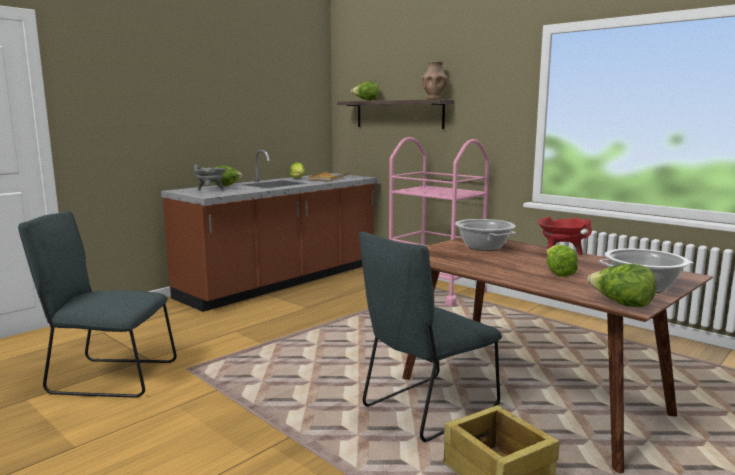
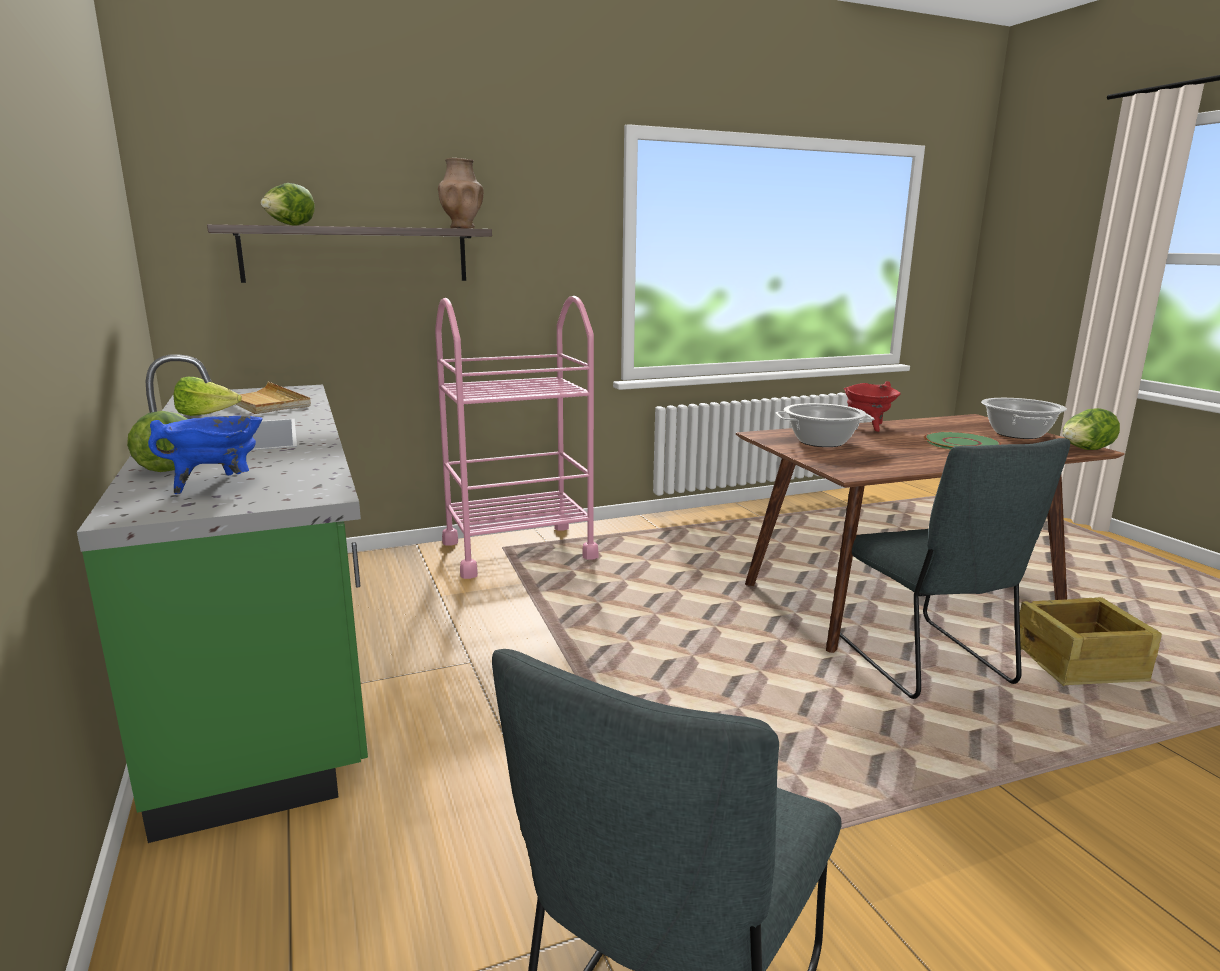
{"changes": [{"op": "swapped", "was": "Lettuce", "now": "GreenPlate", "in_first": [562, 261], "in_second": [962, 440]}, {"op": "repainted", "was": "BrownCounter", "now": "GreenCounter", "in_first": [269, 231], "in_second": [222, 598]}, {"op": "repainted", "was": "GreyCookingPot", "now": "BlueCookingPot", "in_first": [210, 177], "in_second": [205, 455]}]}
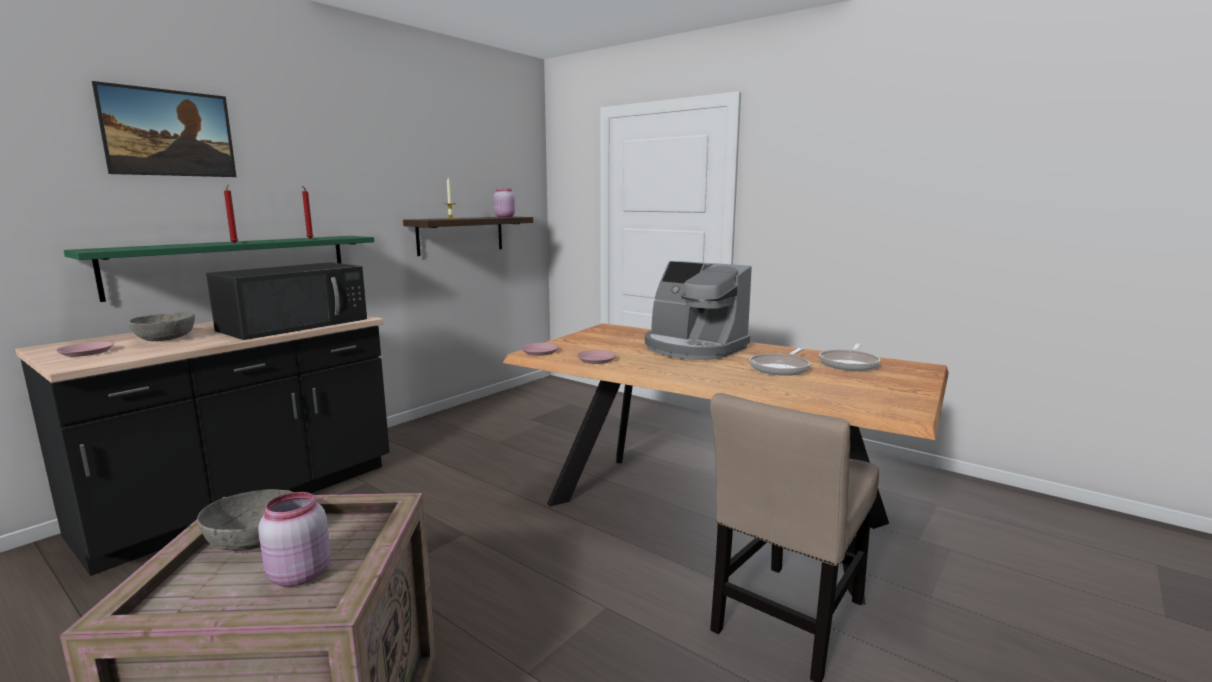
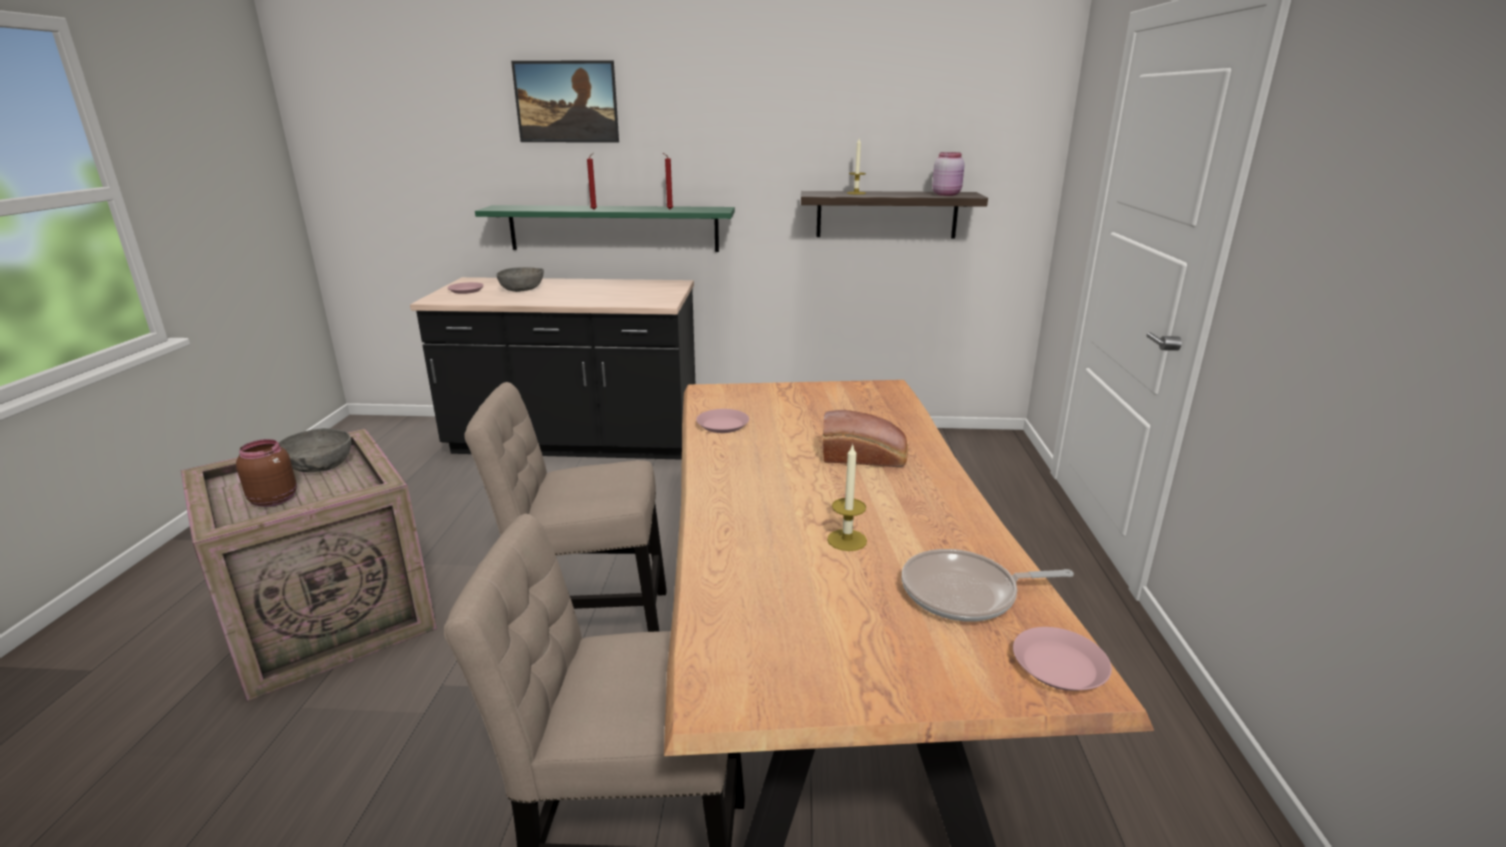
{"changes": [{"op": "gone", "was": "BlackMicrowave", "in_first": [286, 301]}, {"op": "new", "now": "BeigeChair", "in_second": [565, 507]}, {"op": "shifted", "was": "PinkPlate", "in_first": [540, 349], "in_second": [1062, 659]}, {"op": "swapped", "was": "CoffeeMachine", "now": "Bread", "in_first": [698, 310], "in_second": [865, 438]}, {"op": "swapped", "was": "FryingPan", "now": "Candle", "in_first": [779, 362], "in_second": [847, 497]}, {"op": "repainted", "was": "PinkJar", "now": "BrownJar", "in_first": [294, 539], "in_second": [266, 473]}]}
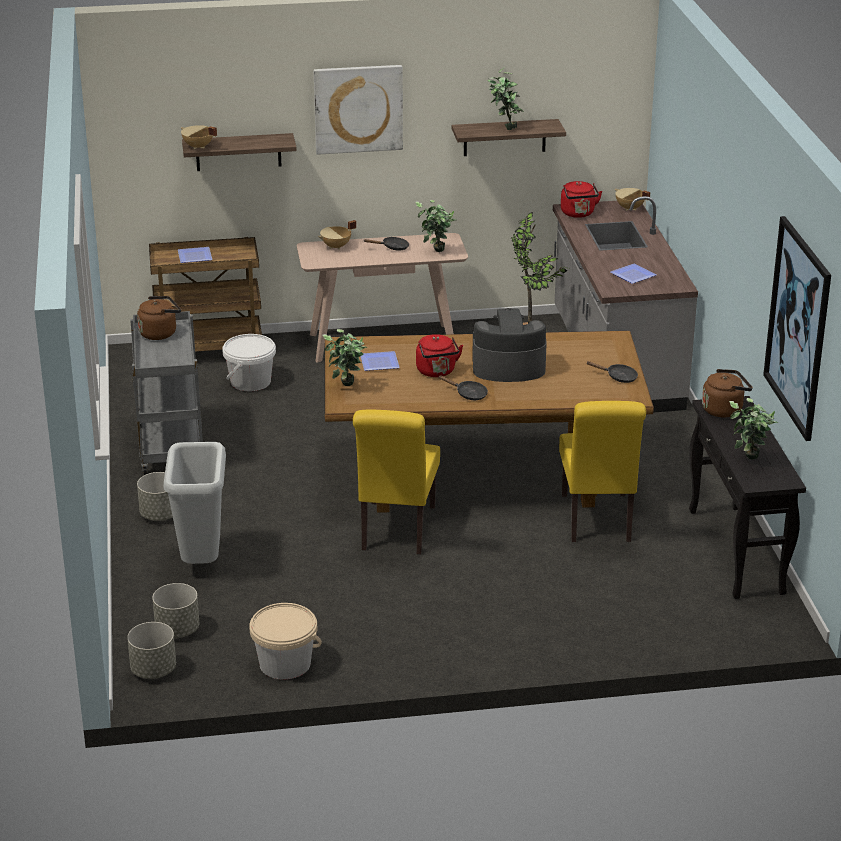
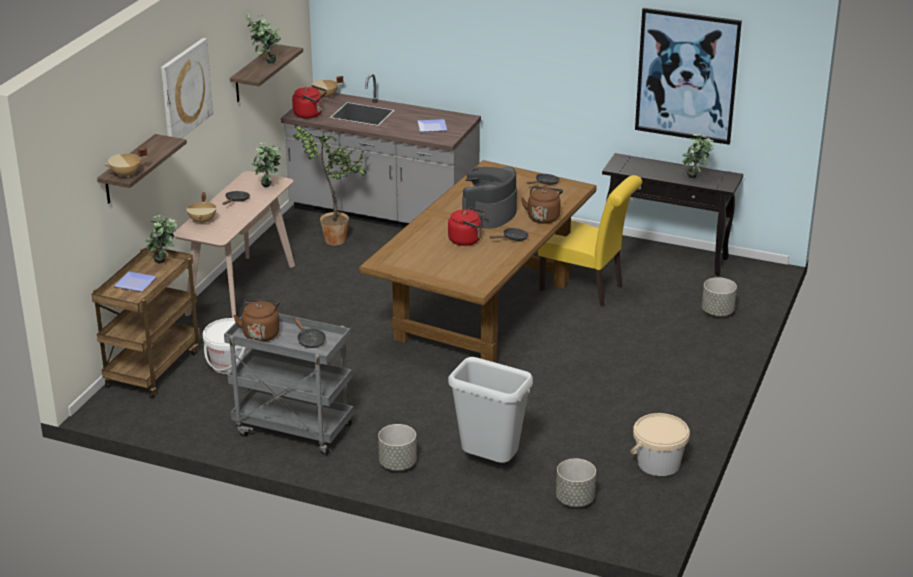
{"changes": [{"op": "gone", "was": "YellowChair", "in_first": [396, 482]}, {"op": "gone", "was": "Plate", "in_first": [380, 361]}, {"op": "new", "now": "BlackFryingPan", "in_second": [309, 332]}, {"op": "shifted", "was": "GreyPlanter", "in_first": [151, 650], "in_second": [719, 296]}, {"op": "shifted", "was": "PottedPlant", "in_first": [345, 357], "in_second": [161, 239]}, {"op": "shifted", "was": "BrownKettle", "in_first": [727, 393], "in_second": [542, 205]}]}
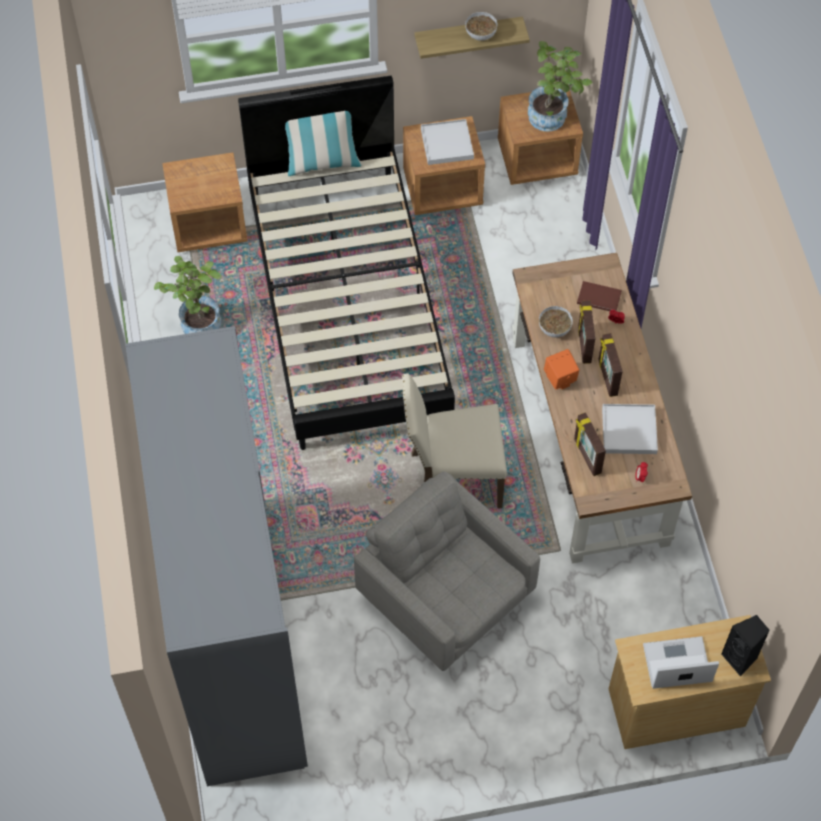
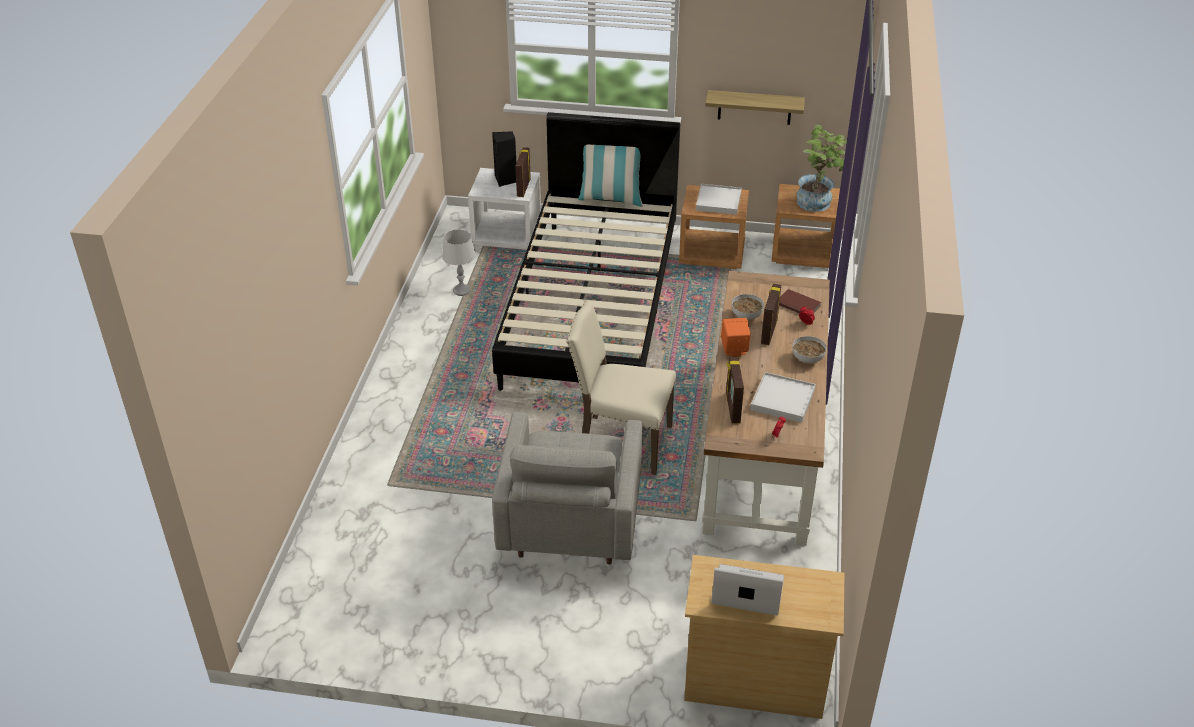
{"changes": [{"op": "gone", "was": "GreyWardrobe", "in_first": [216, 556]}, {"op": "shifted", "was": "Bowl", "in_first": [481, 26], "in_second": [809, 349]}, {"op": "shifted", "was": "PictureFrame", "in_first": [610, 365], "in_second": [523, 172]}, {"op": "shifted", "was": "BlackSpeaker", "in_first": [745, 646], "in_second": [504, 159]}, {"op": "swapped", "was": "PottedPlant", "now": "GreyTableLamp", "in_first": [188, 295], "in_second": [459, 262]}, {"op": "repainted", "was": "BrownNightstand", "now": "WhiteNightstand", "in_first": [205, 202], "in_second": [504, 209]}, {"op": "rotated", "was": "GreyArmchair", "in_first": [447, 571], "in_second": [567, 488], "clockwise": -150}]}
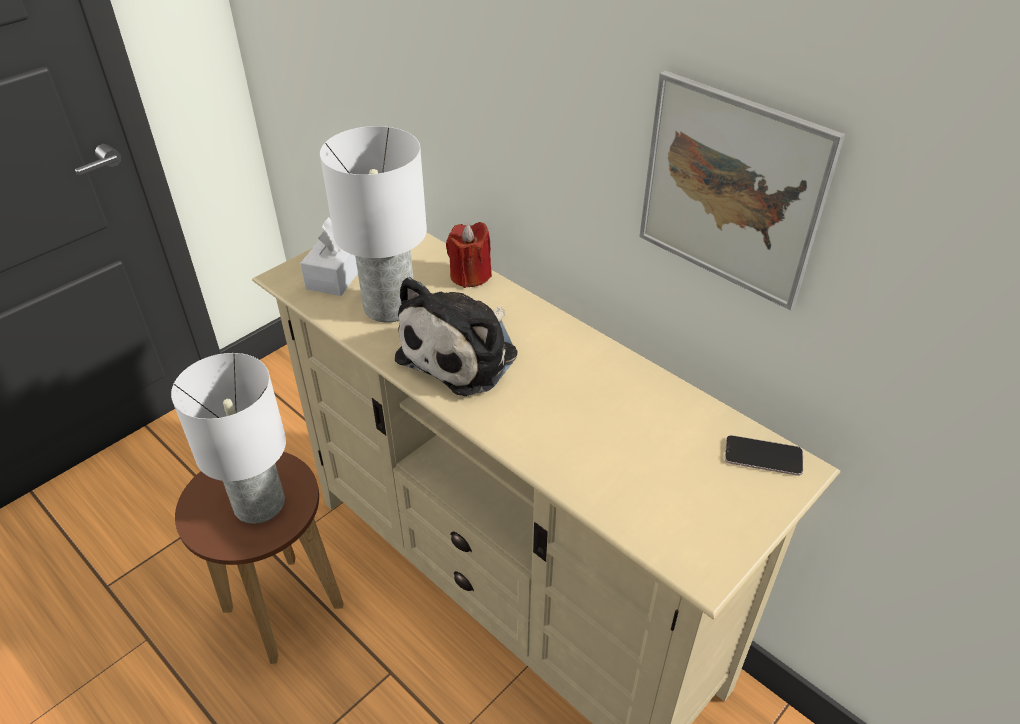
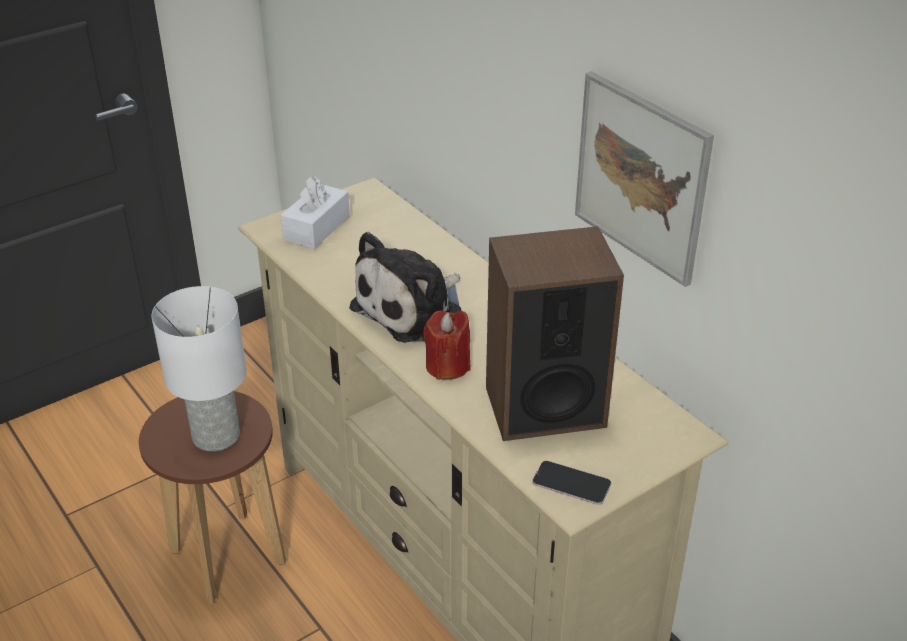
{"changes": [{"op": "gone", "was": "WhiteTableLamp", "in_first": [373, 224]}, {"op": "new", "now": "Speaker", "in_second": [555, 333]}, {"op": "shifted", "was": "RedCandle", "in_first": [469, 255], "in_second": [447, 345]}, {"op": "shifted", "was": "Phone", "in_first": [763, 455], "in_second": [571, 483]}]}
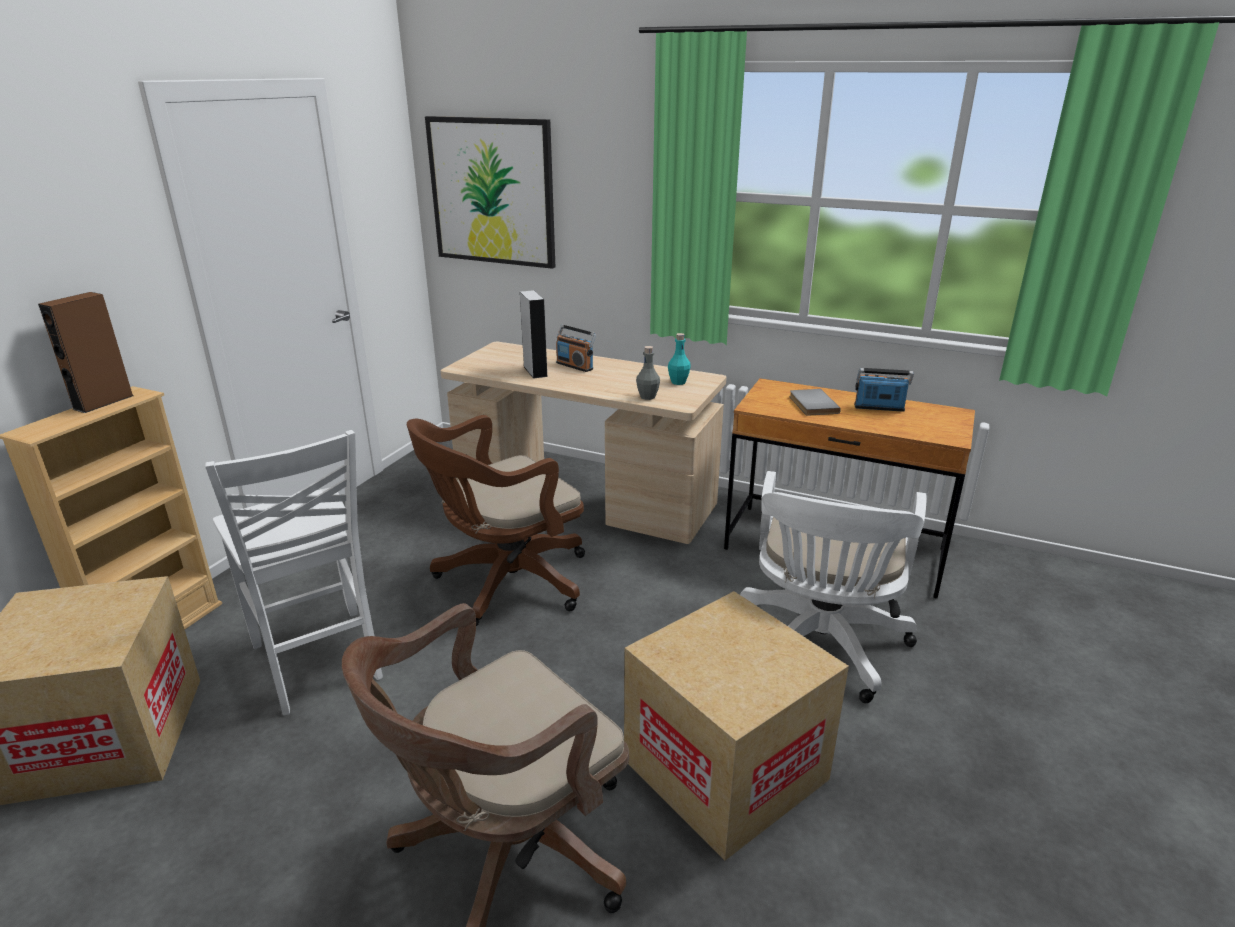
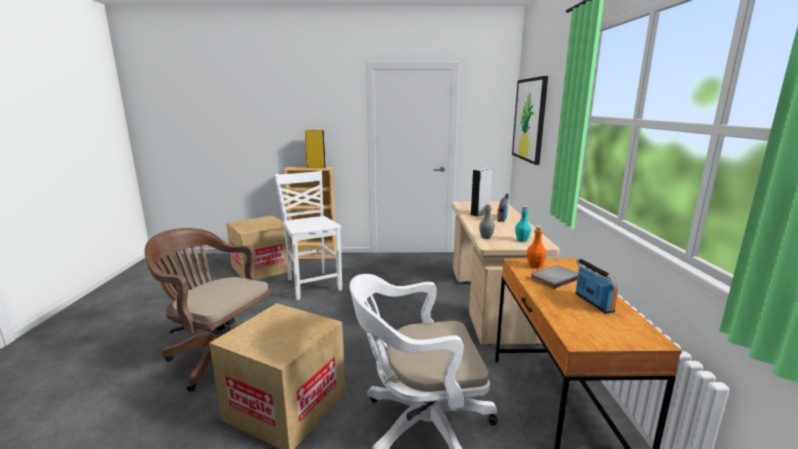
{"changes": [{"op": "gone", "was": "BrownOfficeChair", "in_first": [496, 520]}, {"op": "new", "now": "OrangeBottle", "in_second": [536, 247]}, {"op": "repainted", "was": "BrownSpeaker", "now": "YellowSpeaker", "in_first": [85, 352], "in_second": [315, 149]}, {"op": "rotated", "was": "WhiteChair", "in_first": [294, 572], "in_second": [308, 235], "clockwise": 120}]}
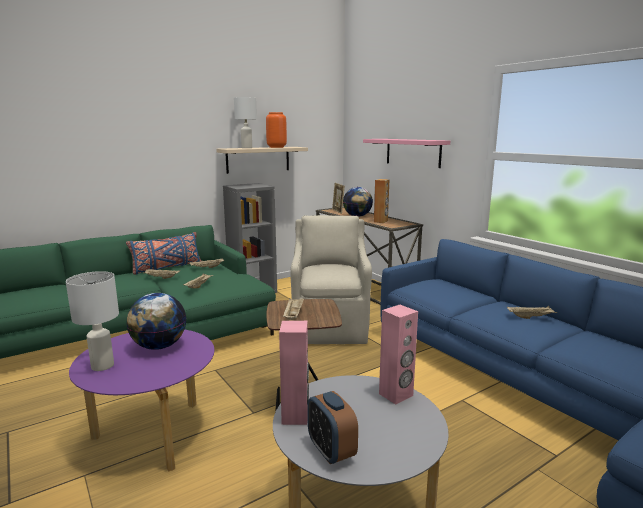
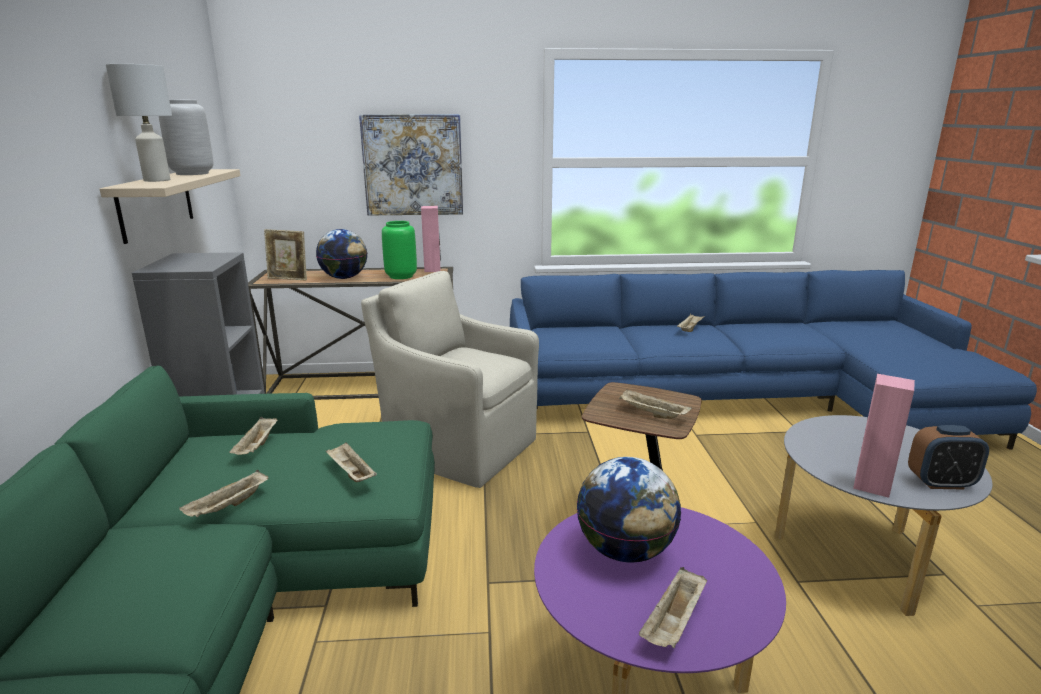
{"changes": [{"op": "gone", "was": "BluePillow", "in_first": [164, 253]}, {"op": "shifted", "was": "PinkSpeaker", "in_first": [398, 354], "in_second": [431, 239]}, {"op": "swapped", "was": "WhiteTableLamp", "now": "BeigeTray", "in_first": [92, 321], "in_second": [673, 607]}, {"op": "swapped", "was": "PinkShelf", "now": "Picture", "in_first": [406, 153], "in_second": [411, 164]}, {"op": "swapped", "was": "BrownSpeaker", "now": "GreenVase", "in_first": [382, 201], "in_second": [399, 250]}, {"op": "repainted", "was": "OrangeVase", "now": "GreyVase", "in_first": [276, 130], "in_second": [186, 137]}]}
